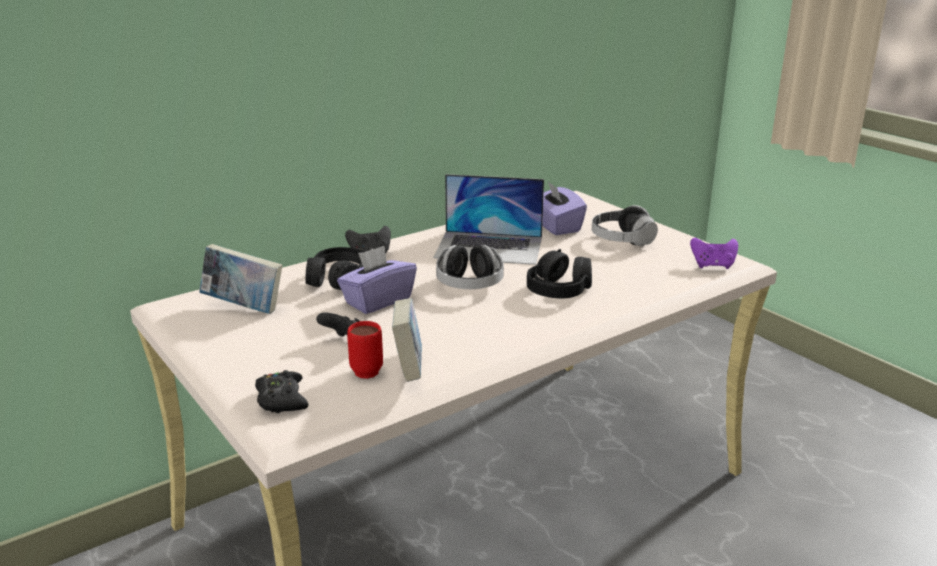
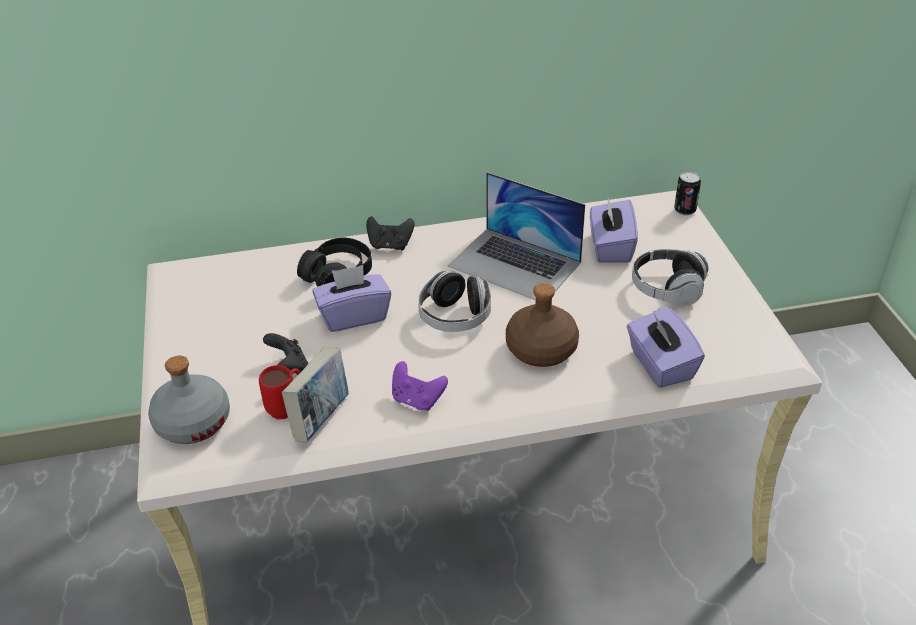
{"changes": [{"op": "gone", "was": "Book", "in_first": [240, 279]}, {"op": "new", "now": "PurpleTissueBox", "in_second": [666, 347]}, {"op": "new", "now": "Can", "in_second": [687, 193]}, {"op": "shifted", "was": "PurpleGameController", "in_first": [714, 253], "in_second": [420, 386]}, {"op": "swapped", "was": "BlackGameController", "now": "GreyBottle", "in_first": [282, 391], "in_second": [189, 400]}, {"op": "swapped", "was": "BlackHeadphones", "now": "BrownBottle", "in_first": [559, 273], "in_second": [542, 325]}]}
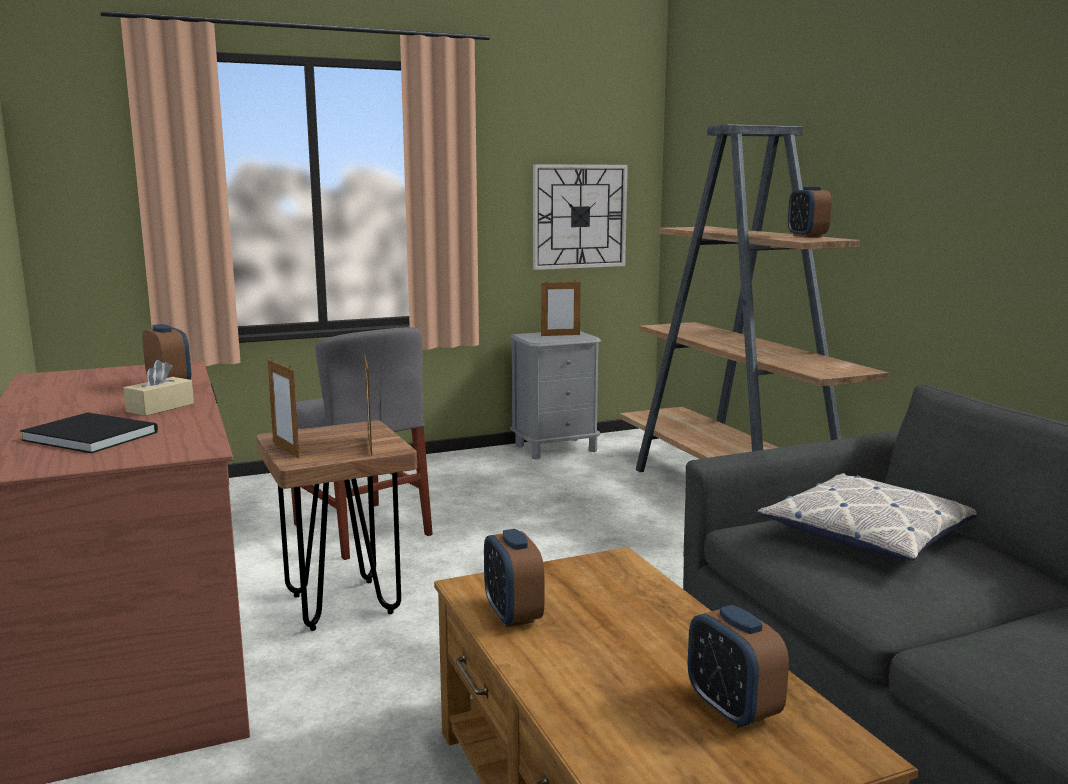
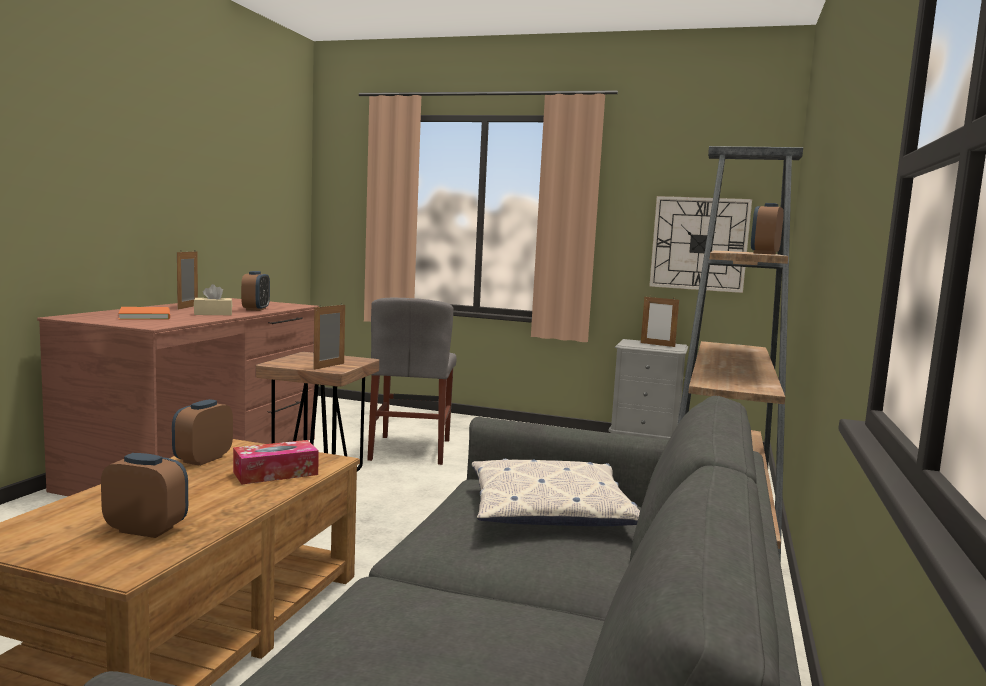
{"changes": [{"op": "new", "now": "TissueBox", "in_second": [276, 462]}, {"op": "shifted", "was": "PictureFrame", "in_first": [283, 408], "in_second": [187, 280]}, {"op": "repainted", "was": "BlackBook", "now": "OrangeBook", "in_first": [89, 432], "in_second": [144, 313]}, {"op": "rotated", "was": "AlarmClock", "in_first": [738, 666], "in_second": [144, 495], "clockwise": 90}]}
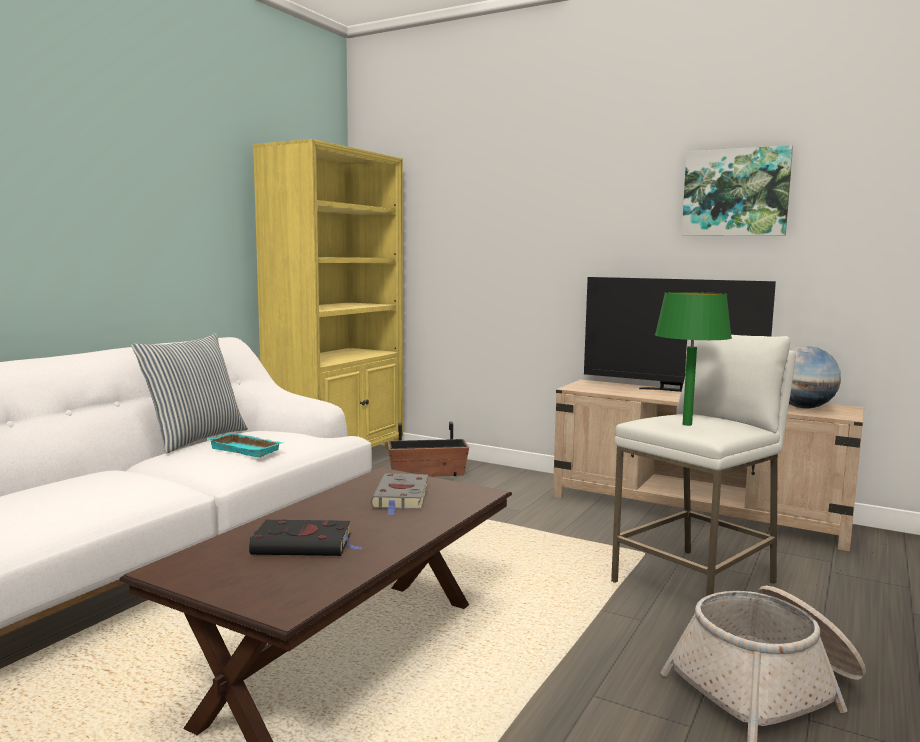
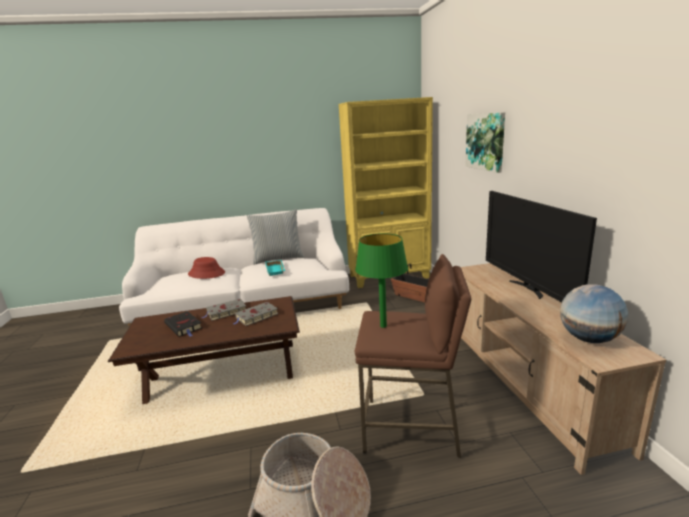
{"changes": [{"op": "new", "now": "RedHat", "in_second": [206, 268]}, {"op": "new", "now": "GreyBook", "in_second": [224, 310]}, {"op": "shifted", "was": "Picture", "in_first": [737, 190], "in_second": [485, 142]}, {"op": "repainted", "was": "WhiteStool", "now": "BrownStool", "in_first": [703, 465], "in_second": [413, 356]}]}
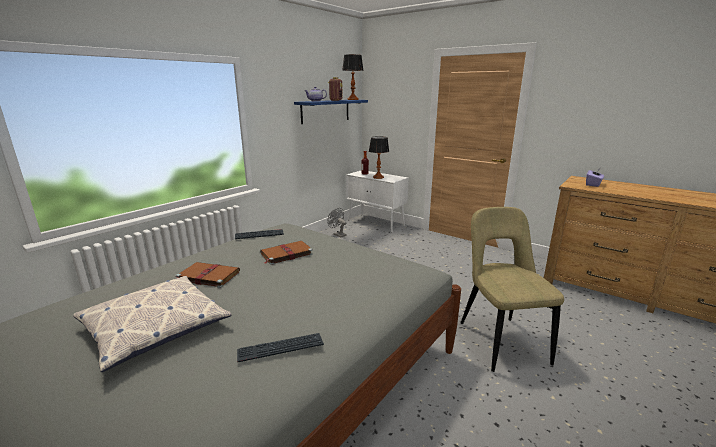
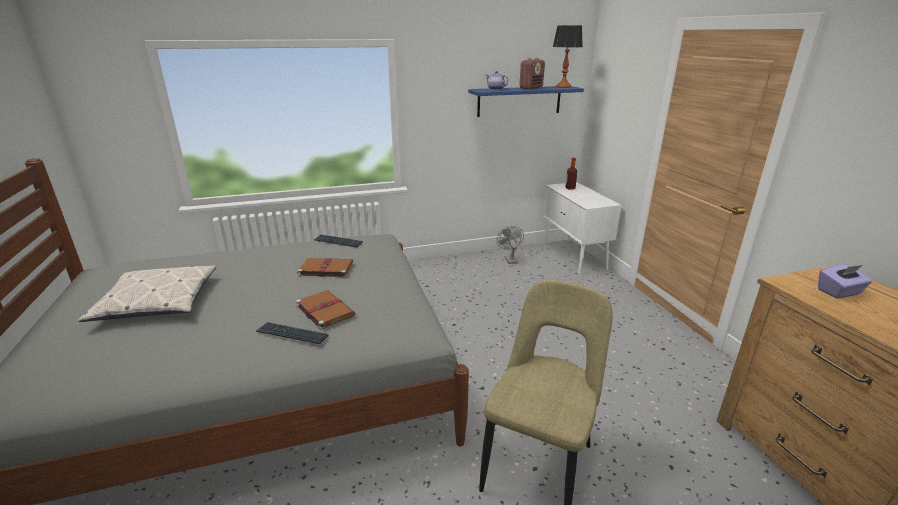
{"changes": [{"op": "gone", "was": "TableLamp", "in_first": [379, 157]}, {"op": "shifted", "was": "BrownBook", "in_first": [208, 275], "in_second": [325, 310]}, {"op": "shifted", "was": "Keyboard", "in_first": [280, 347], "in_second": [292, 333]}]}
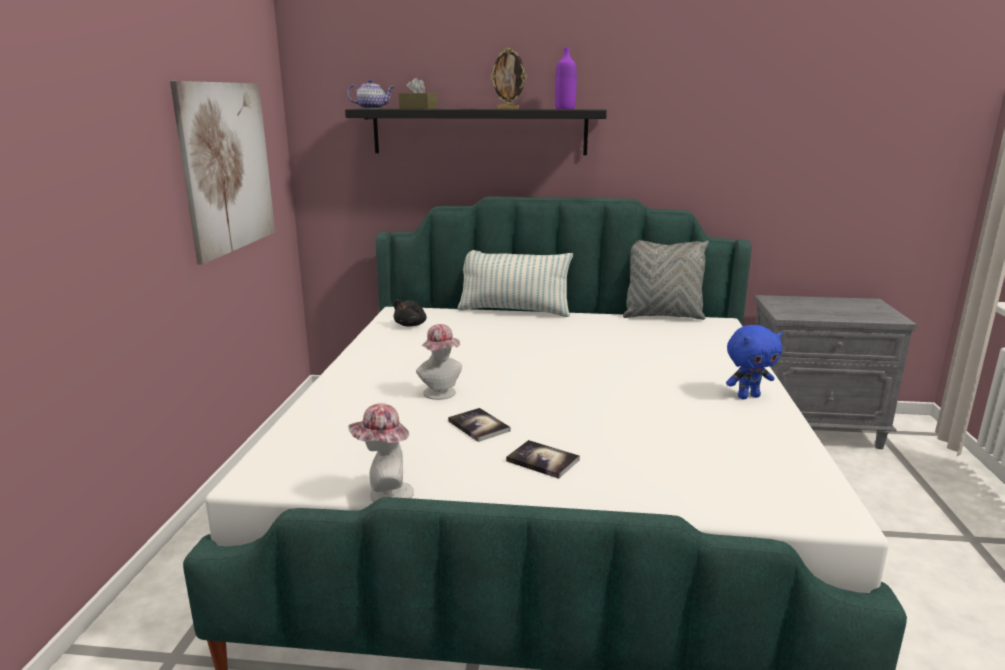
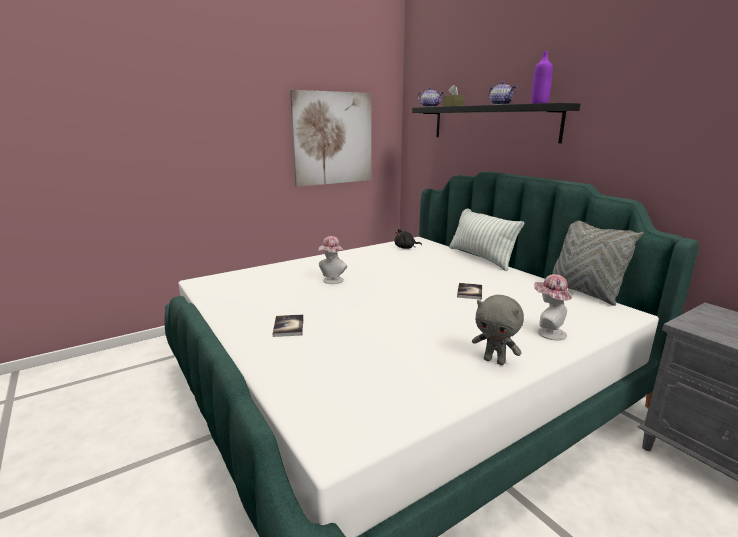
{"changes": [{"op": "shifted", "was": "Hat", "in_first": [381, 452], "in_second": [553, 307]}, {"op": "shifted", "was": "Book", "in_first": [479, 425], "in_second": [469, 291]}, {"op": "swapped", "was": "PictureFrame", "now": "Teapot", "in_first": [508, 78], "in_second": [502, 93]}, {"op": "repainted", "was": "BluePlushToy", "now": "GreyPlushToy", "in_first": [754, 362], "in_second": [498, 330]}]}
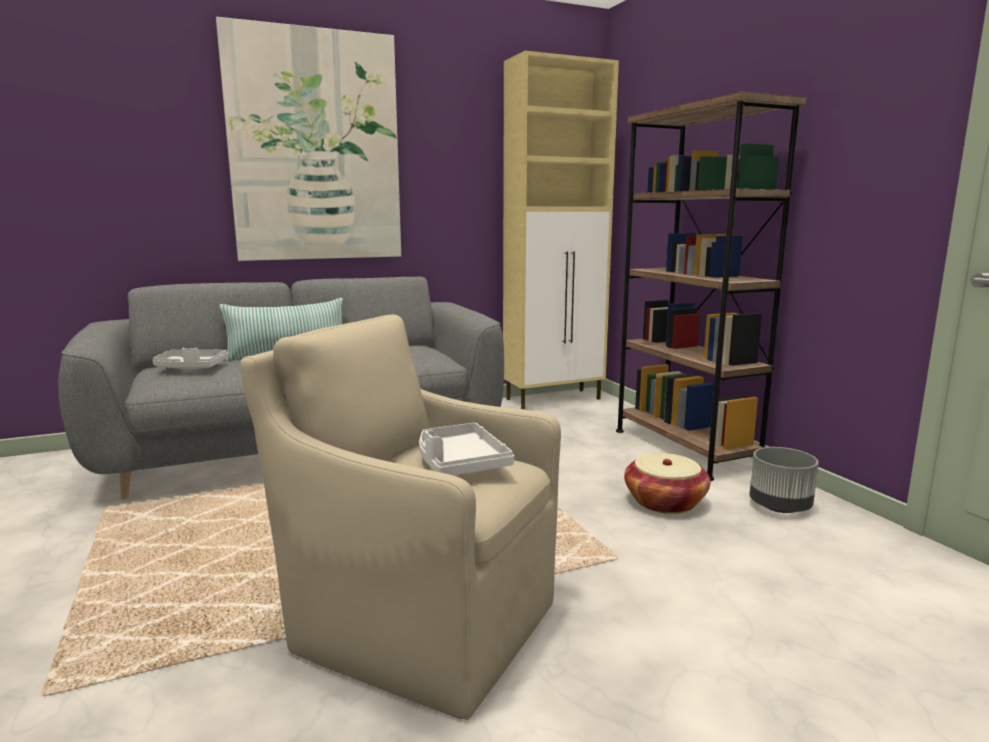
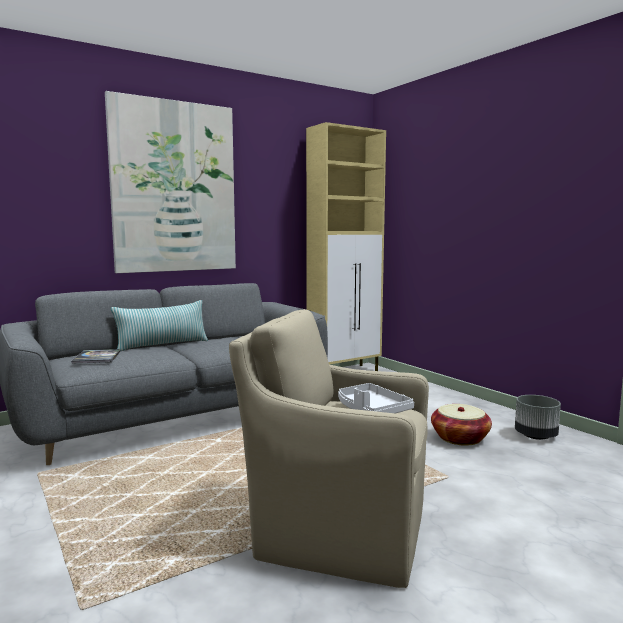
{"changes": [{"op": "gone", "was": "BrownBookcase", "in_first": [711, 286]}, {"op": "swapped", "was": "GreyTray", "now": "Book", "in_first": [190, 358], "in_second": [96, 356]}]}
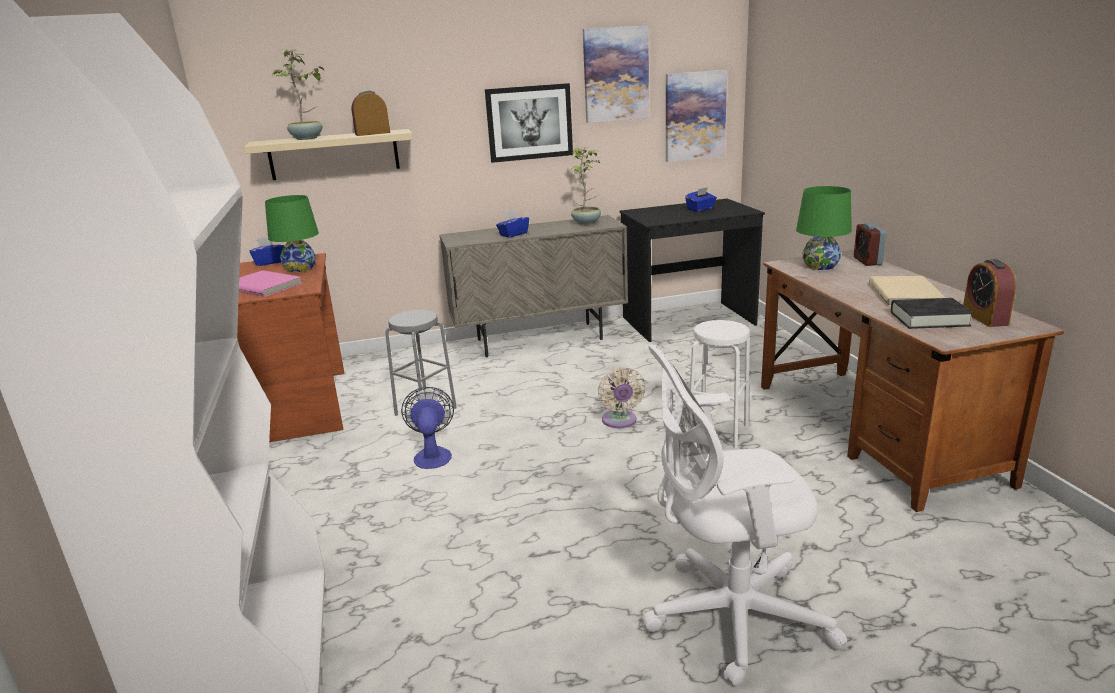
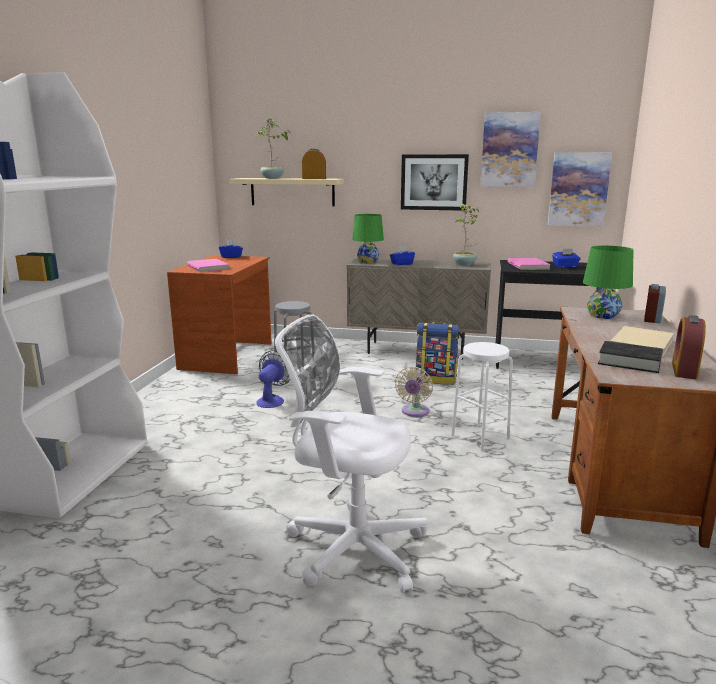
{"changes": [{"op": "new", "now": "Backpack", "in_second": [437, 353]}, {"op": "new", "now": "PinkBook", "in_second": [529, 264]}, {"op": "shifted", "was": "GreenTableLamp", "in_first": [292, 233], "in_second": [368, 238]}]}
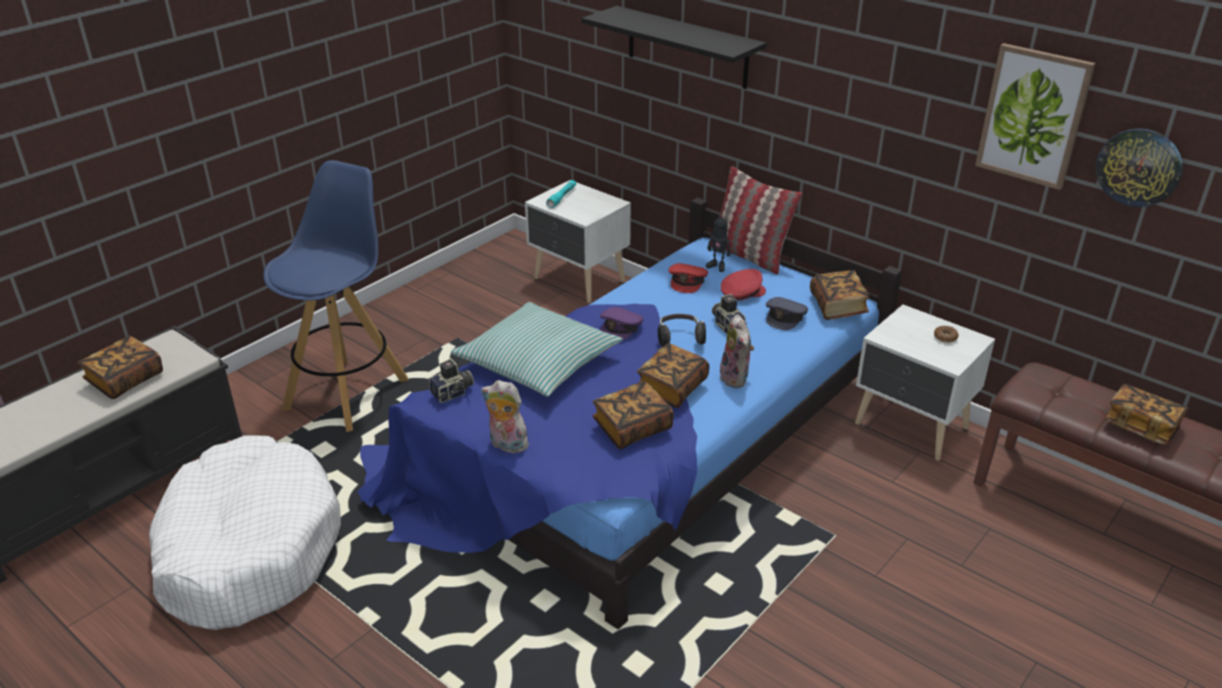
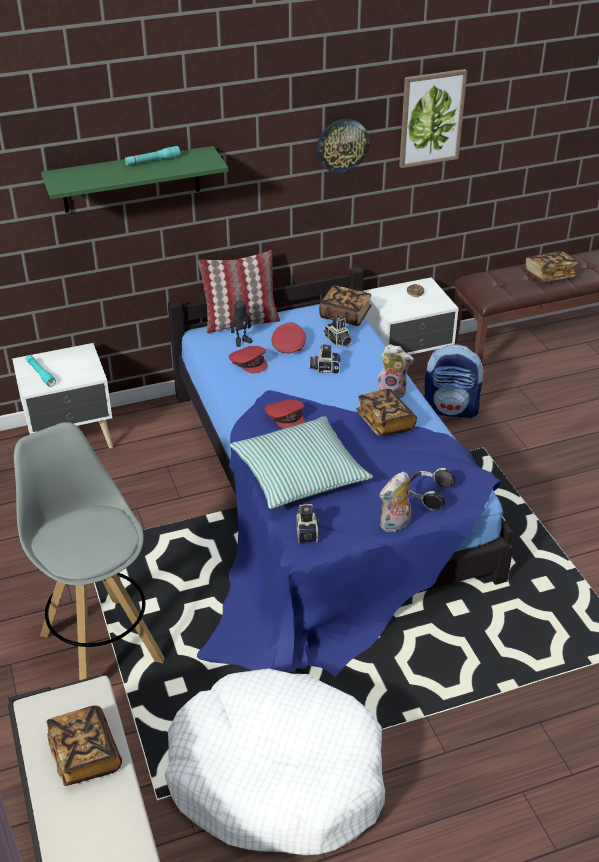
{"changes": [{"op": "gone", "was": "Book", "in_first": [633, 415]}, {"op": "new", "now": "TurquoiseFlashlight", "in_second": [152, 156]}, {"op": "new", "now": "Backpack", "in_second": [454, 381]}, {"op": "shifted", "was": "Headphones", "in_first": [682, 330], "in_second": [431, 489]}, {"op": "shifted", "was": "WallClock", "in_first": [1139, 167], "in_second": [343, 146]}, {"op": "swapped", "was": "GreyCap", "now": "PhotoCamera", "in_first": [787, 313], "in_second": [338, 331]}, {"op": "repainted", "was": "BlueStool", "now": "GreyStool", "in_first": [335, 296], "in_second": [89, 551]}, {"op": "repainted", "was": "BlackShelf", "now": "GreenShelf", "in_first": [674, 47], "in_second": [134, 179]}, {"op": "repainted", "was": "PurpleCap", "now": "RedCap", "in_first": [622, 324], "in_second": [285, 414]}]}
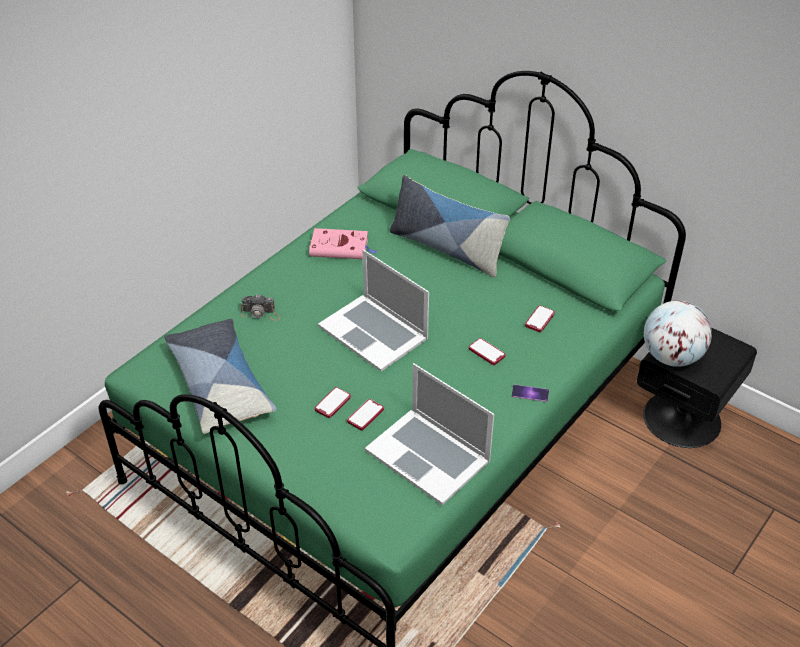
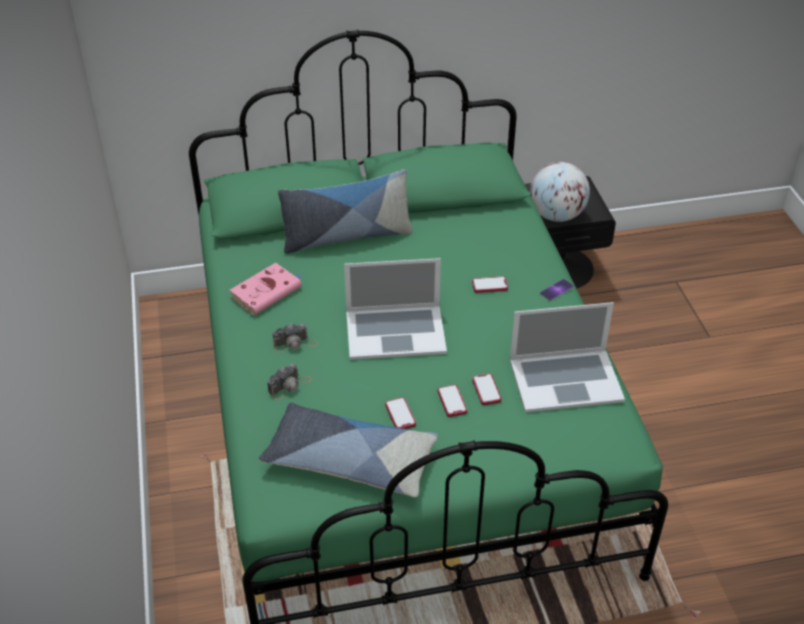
{"changes": [{"op": "new", "now": "PhotoCamera", "in_second": [295, 337]}, {"op": "shifted", "was": "Phone", "in_first": [540, 319], "in_second": [400, 413]}]}
